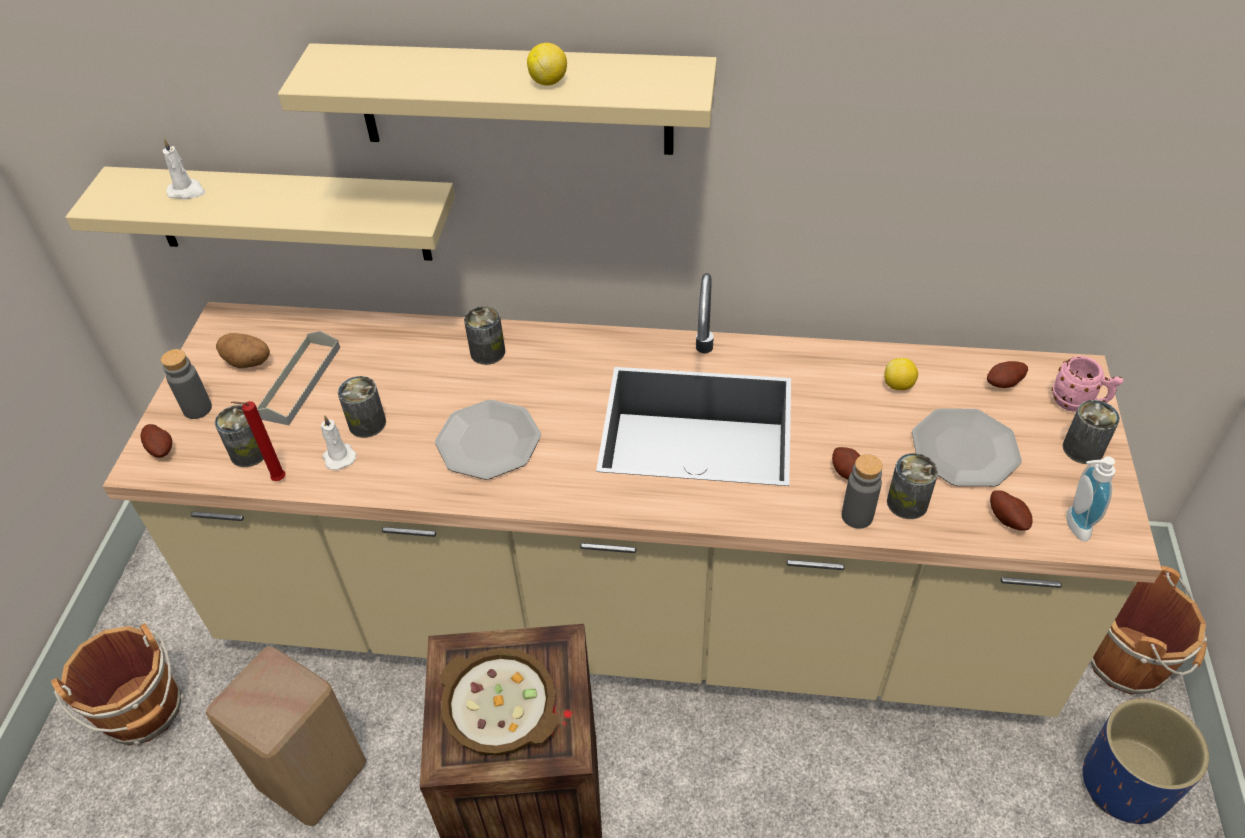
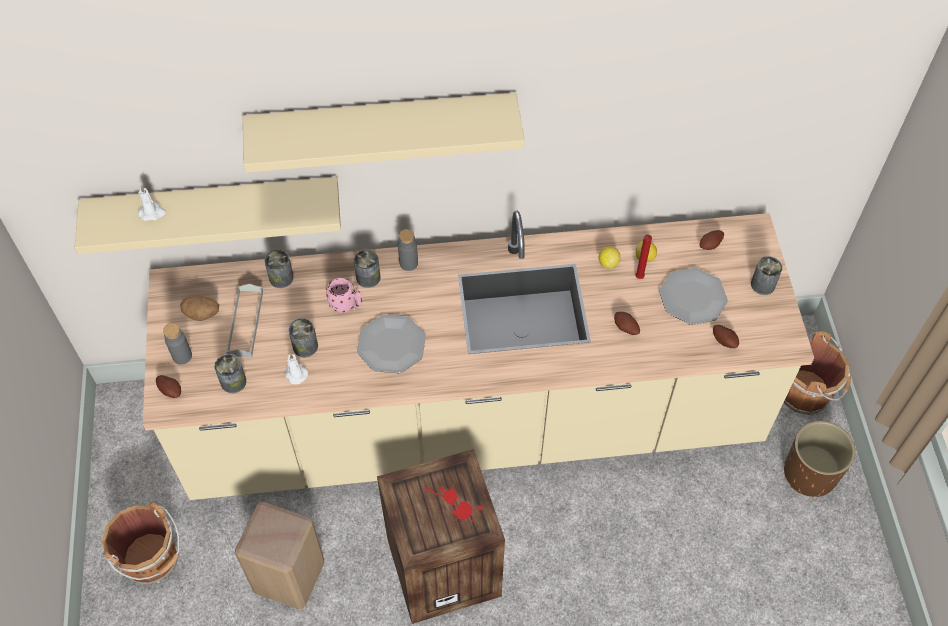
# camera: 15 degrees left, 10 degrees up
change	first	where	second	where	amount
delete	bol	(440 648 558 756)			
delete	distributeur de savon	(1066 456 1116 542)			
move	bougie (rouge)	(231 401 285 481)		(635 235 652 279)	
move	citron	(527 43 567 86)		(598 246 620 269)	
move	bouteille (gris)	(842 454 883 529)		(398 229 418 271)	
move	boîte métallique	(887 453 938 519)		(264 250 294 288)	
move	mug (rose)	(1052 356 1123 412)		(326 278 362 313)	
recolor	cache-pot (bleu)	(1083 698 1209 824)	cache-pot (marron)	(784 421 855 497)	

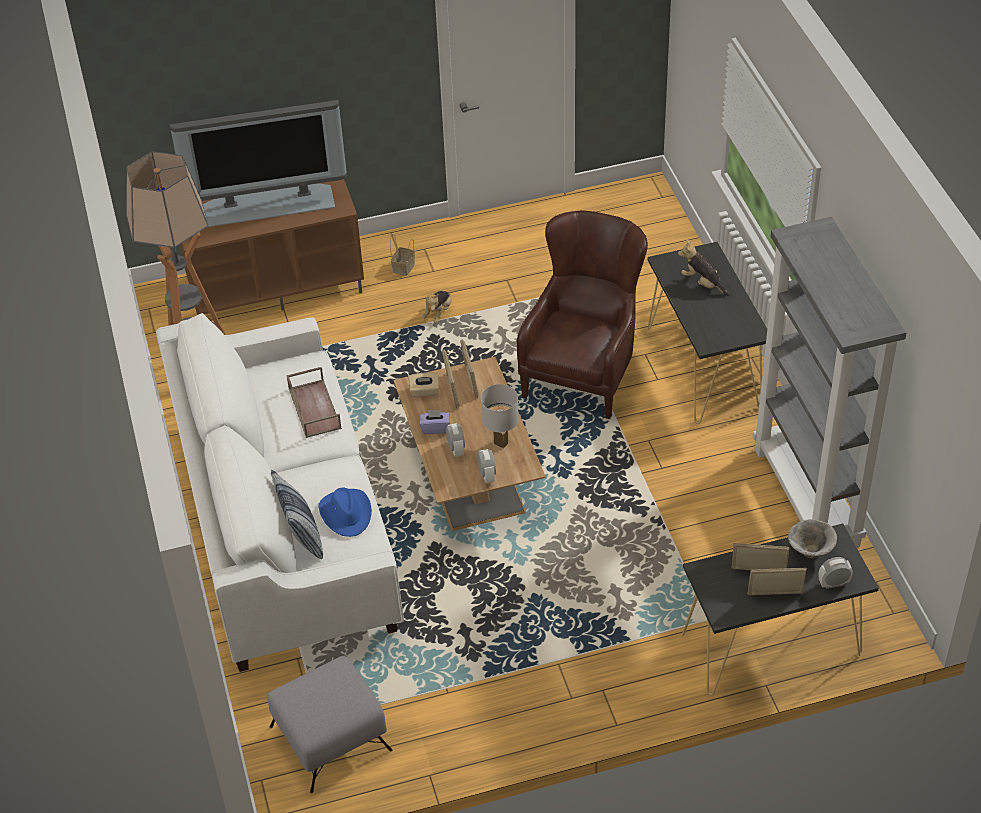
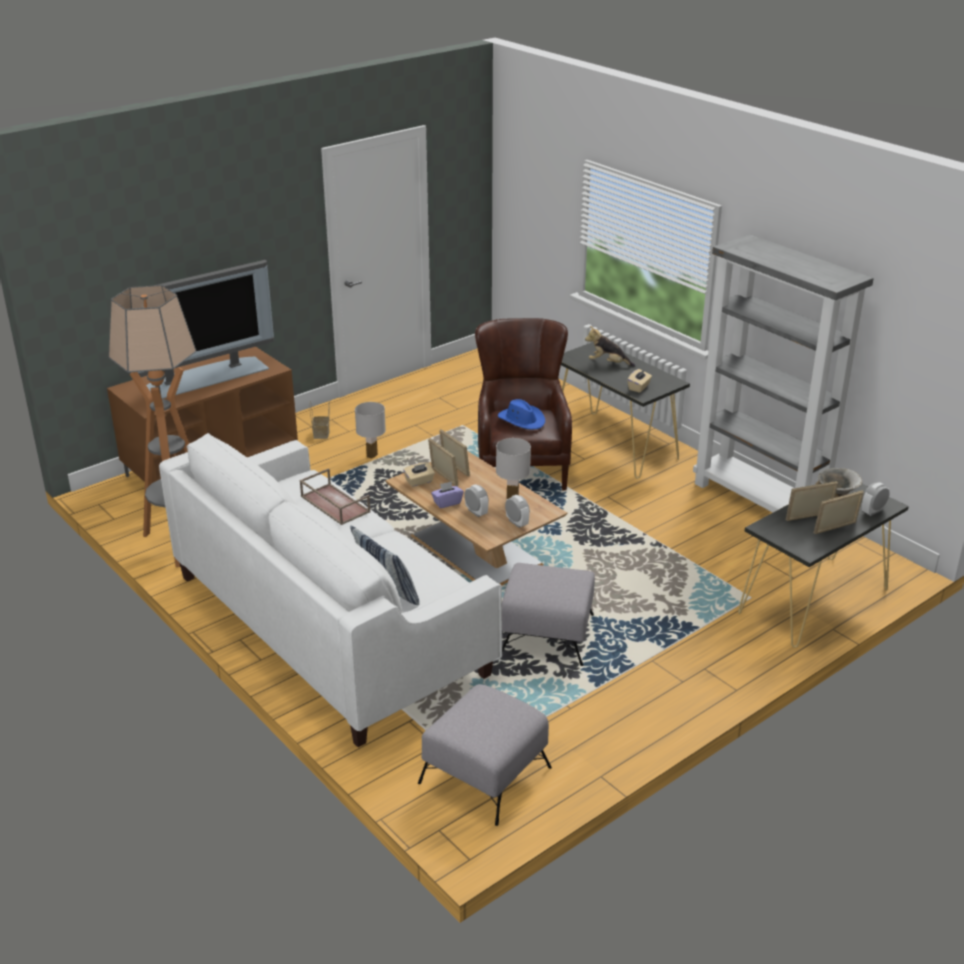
# camera: 25 degrees left, 15 degrees down
change	first	where	second	where	amount
insert			pouf (gris)	(502 563 595 666)	
insert			boîte à mouchoirs (beige)	(628 369 652 393)	
move	chapeau (bleu)	(318 488 372 537)		(498 399 545 430)	
replace	peluche	(422 291 452 323)	lampe de table (blanc)	(355 402 386 459)	

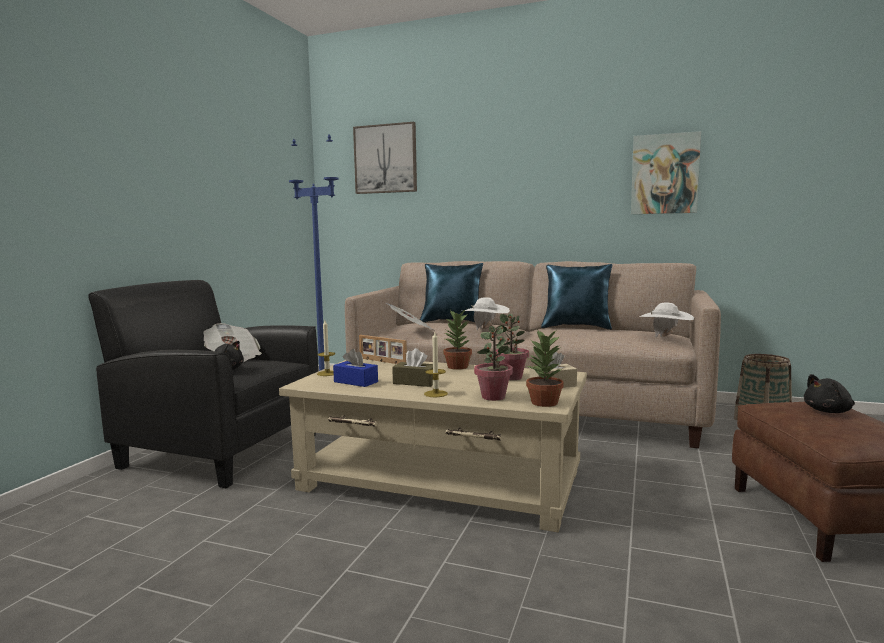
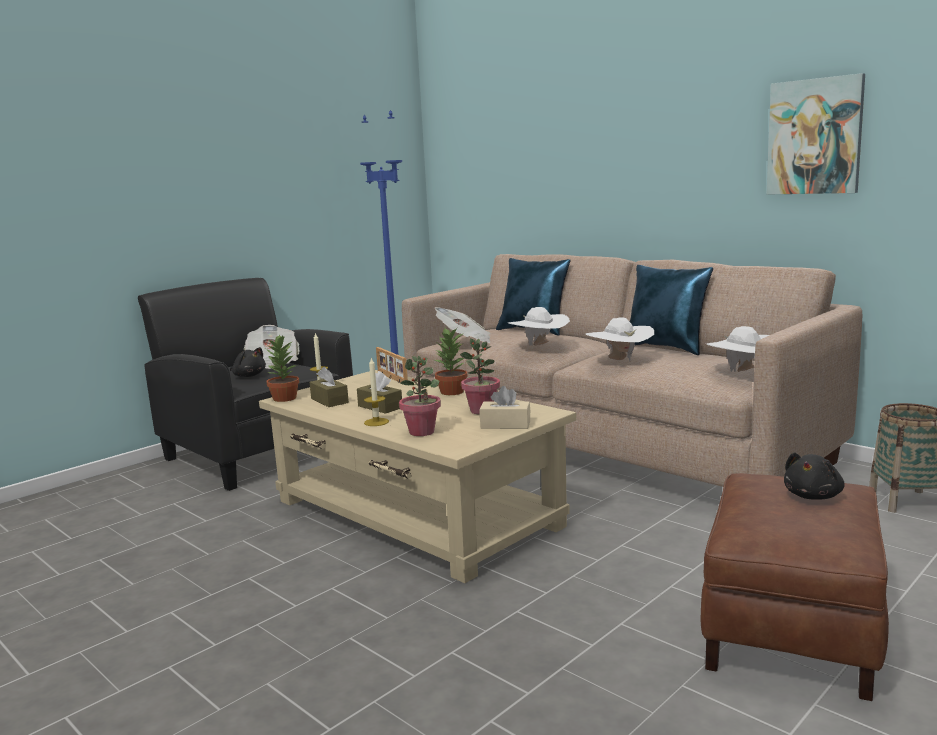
# camera: 25 degrees right, 5 degrees up
change	first	where	second	where	amount
delete	tableau	(353 122 417 194)			
insert			chapeau (blanc)	(586 317 654 361)	
move	plante en pot	(526 329 564 407)		(266 334 300 402)	
recolor	boîte à mouchoirs (bleu)	(333 349 378 387)	boîte à mouchoirs (marron)	(310 367 349 407)	
rotate	peluche (noir)	(804 374 855 413)		(784 452 845 500)	60 degrees counterclockwise

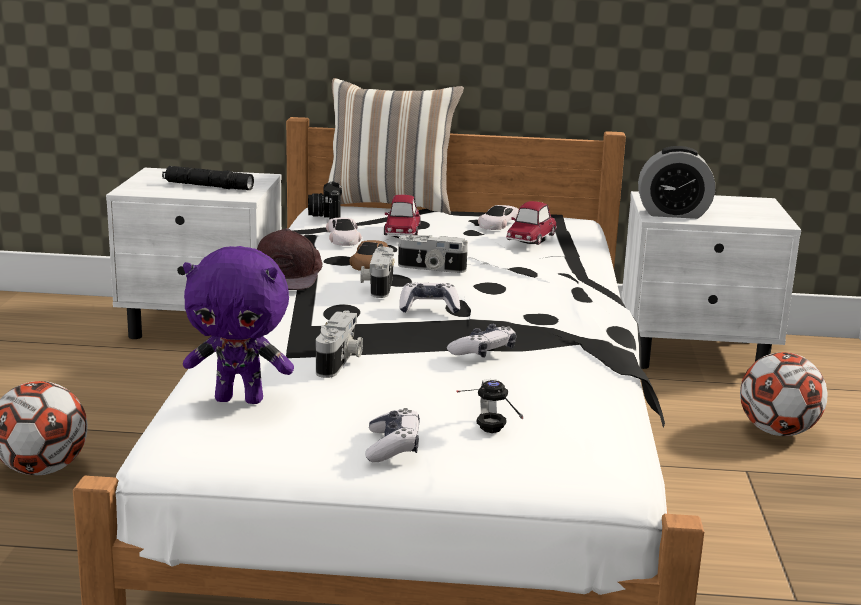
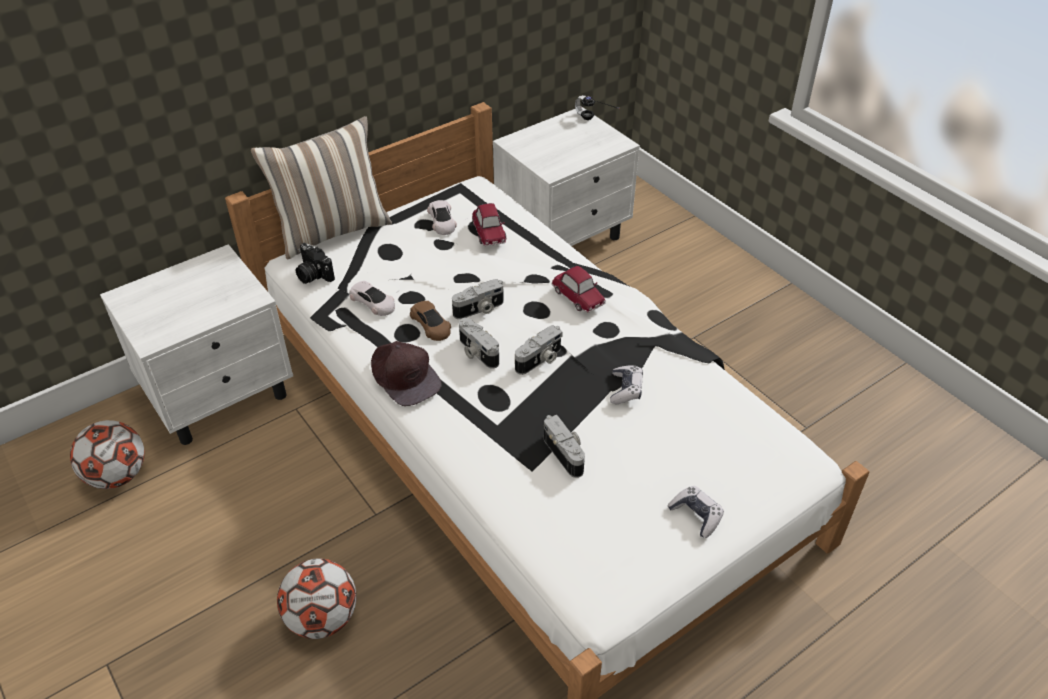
# camera: 40 degrees left, 25 degrees up
change	first	where	second	where	amount
delete	lampe de poche (noir)	(162 166 254 190)			
delete	peluche (violet)	(183 246 294 404)			
delete	réveil	(638 146 715 219)			
move	petite voiture	(384 195 421 235)		(552 266 606 312)	
move	casque audio	(456 379 523 433)		(575 95 620 120)	
move	ballon de foot	(740 352 828 436)		(70 420 144 489)	
replace	manette	(399 282 460 314)	appareil photo	(515 325 563 375)	

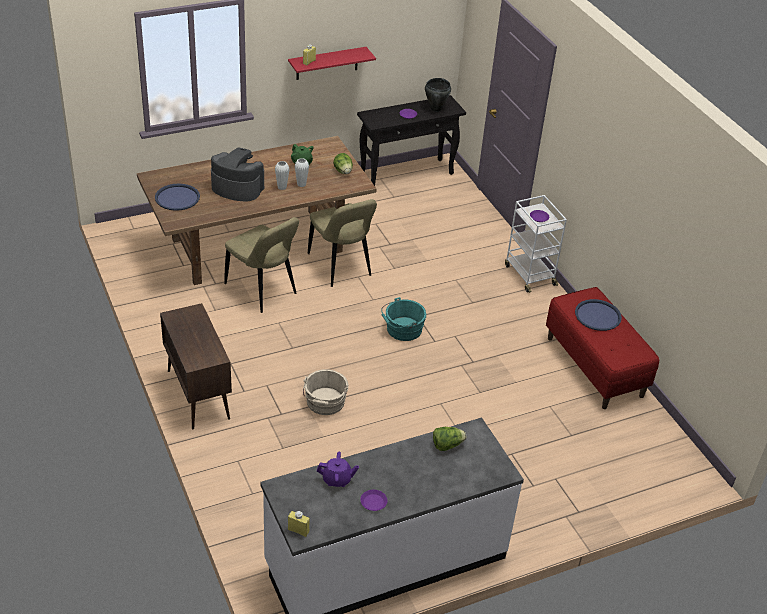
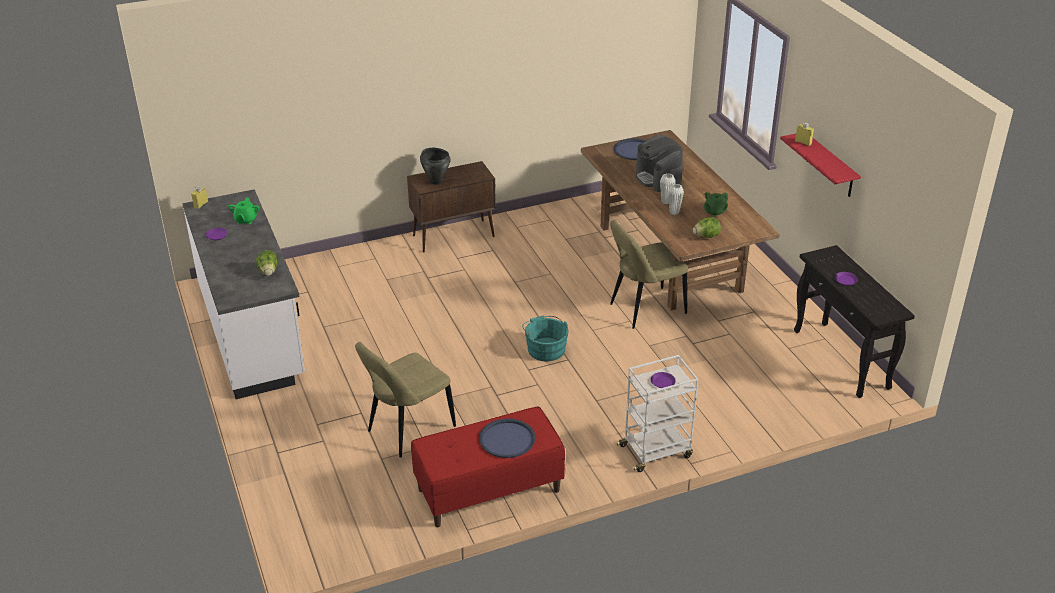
# camera: 95 degrees right, 5 degrees down
change	first	where	second	where	amount
delete	seau (beige)	(303 369 348 415)			
move	chaise (beige)	(224 217 299 313)		(355 342 456 457)	
move	marmite (noir)	(425 78 451 112)		(420 148 451 185)	
recolor	théière (violet)	(317 452 359 487)	théière (vert)	(228 198 259 224)	
rotate	machine à café	(211 148 264 201)		(635 135 683 192)	135 degrees clockwise

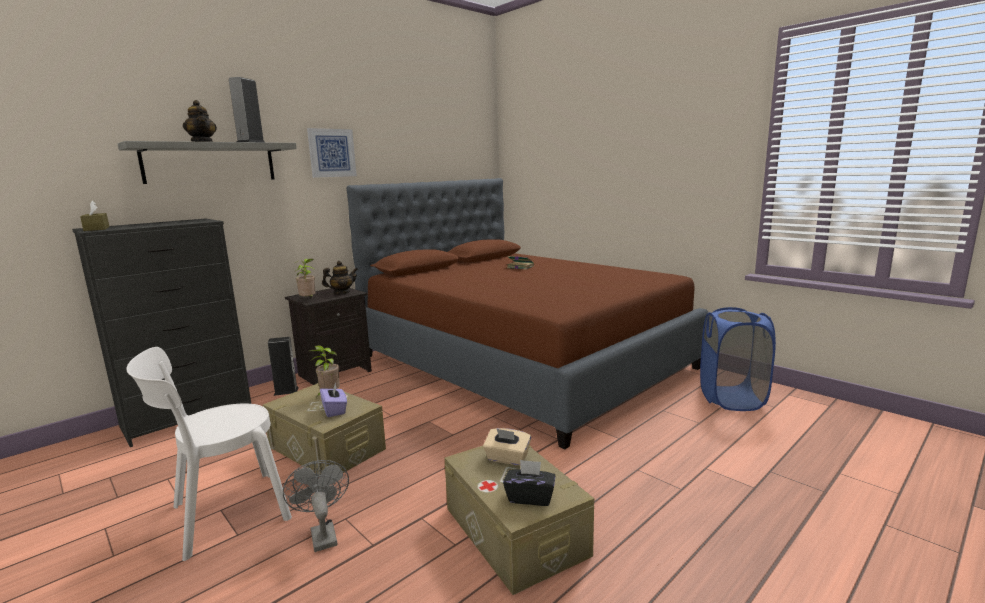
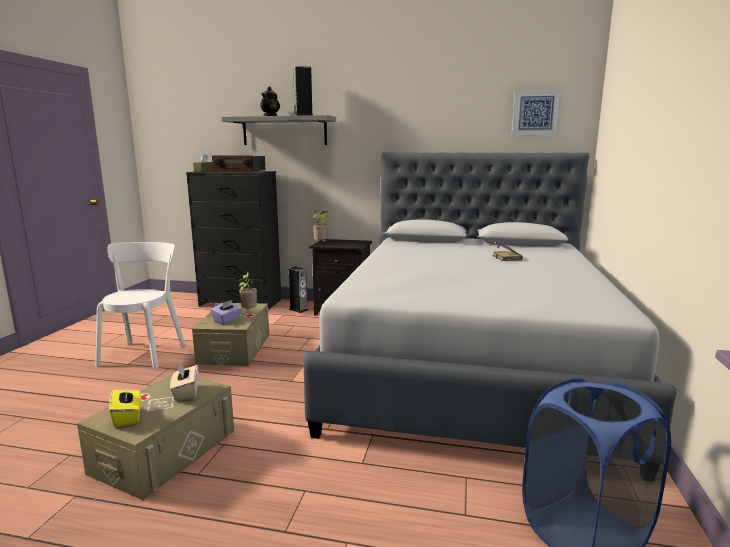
# camera: 55 degrees right, 0 degrees up
change	first	where	second	where	amount
delete	ventilateur (gris)	(283 460 349 552)			
delete	théière	(322 261 358 294)			
insert			radio	(212 155 265 172)	
move	tableau	(307 128 357 178)		(512 89 562 136)	
recolor	lit (marron)	(346 178 708 449)	lit (gris)	(303 152 677 448)	
recolor	boîte à mouchoirs (noir)	(503 460 555 506)	boîte à mouchoirs (jaune)	(109 384 141 427)	
rotate	chaise (blanc)	(126 347 292 561)		(96 242 185 369)	75 degrees clockwise

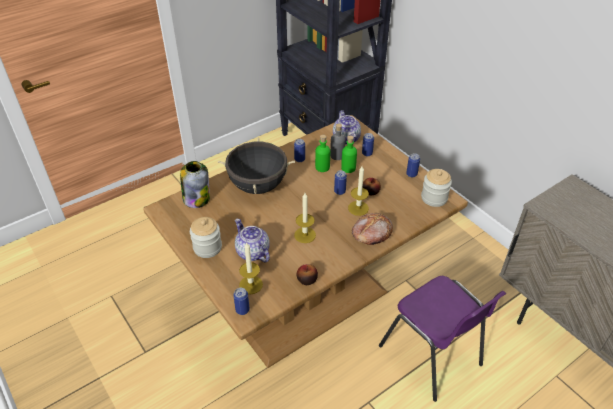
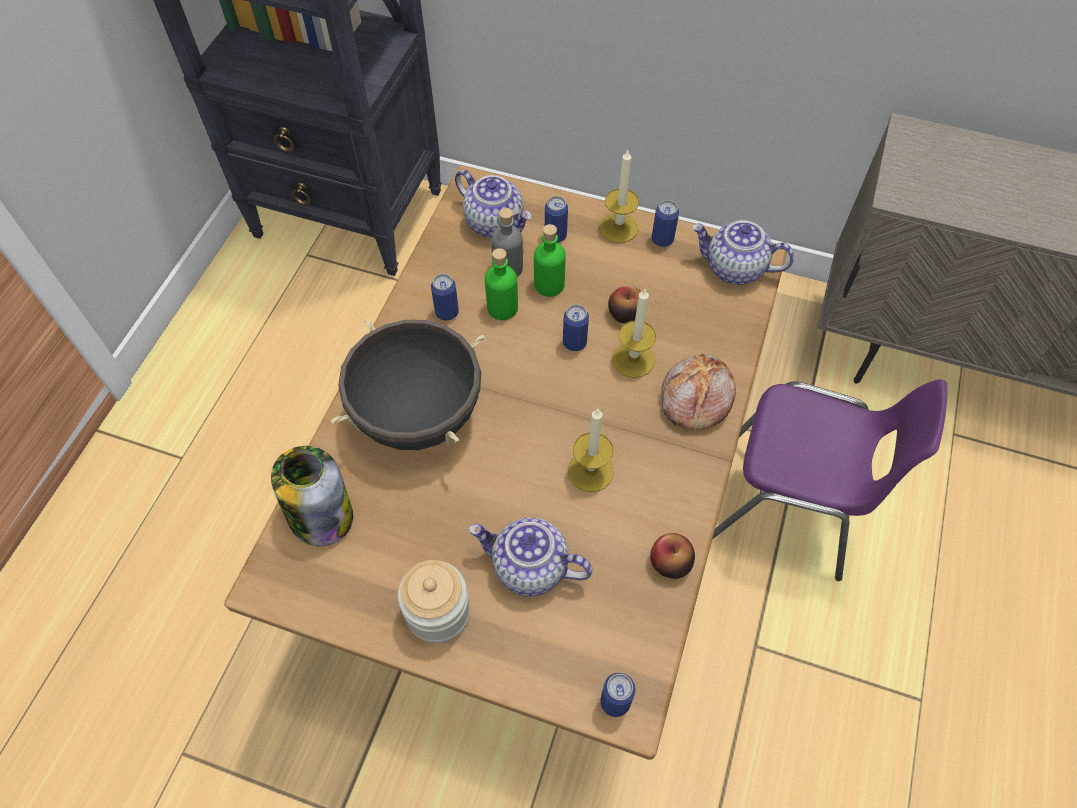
# camera: 35 degrees left, 15 degrees up
change	first	where	second	where	amount
move	bougie	(239 243 263 294)		(600 150 639 243)	
replace	bocal	(421 169 452 207)	théière	(692 221 794 285)	

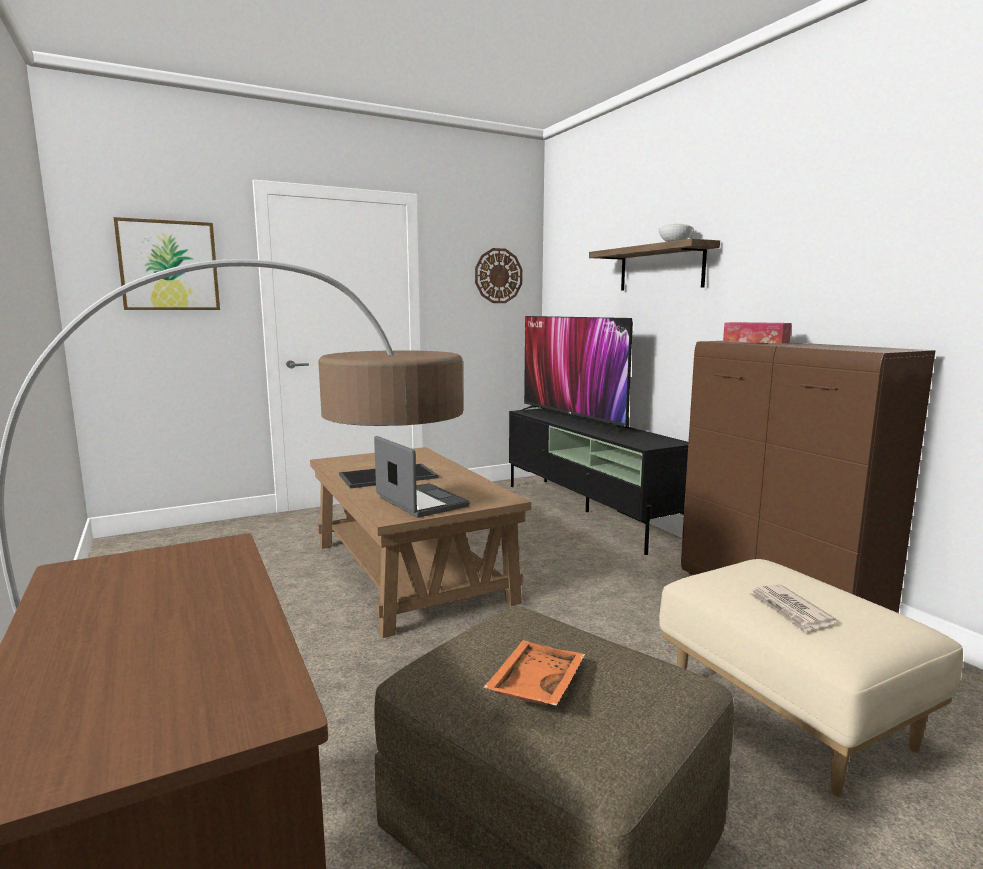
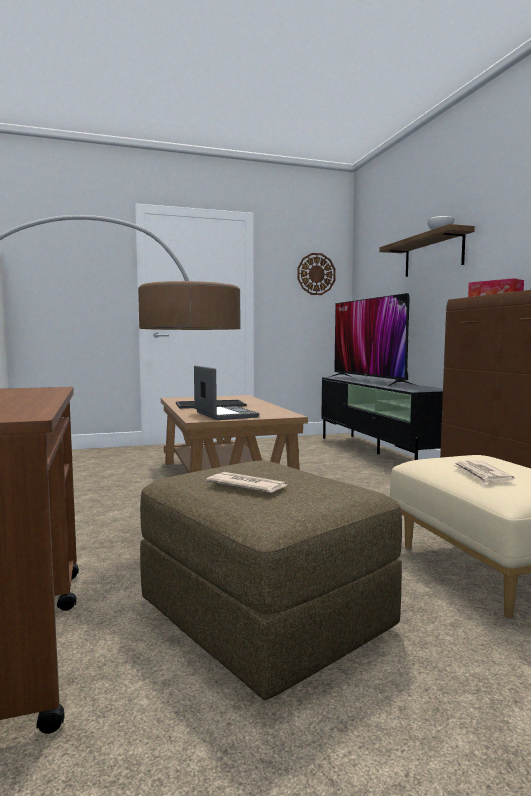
# camera: 10 degrees right, 5 degrees down
change	first	where	second	where	amount
delete	tableau	(113 217 220 310)			
replace	plateau (orange)	(483 640 585 706)	journal	(206 472 288 493)	

